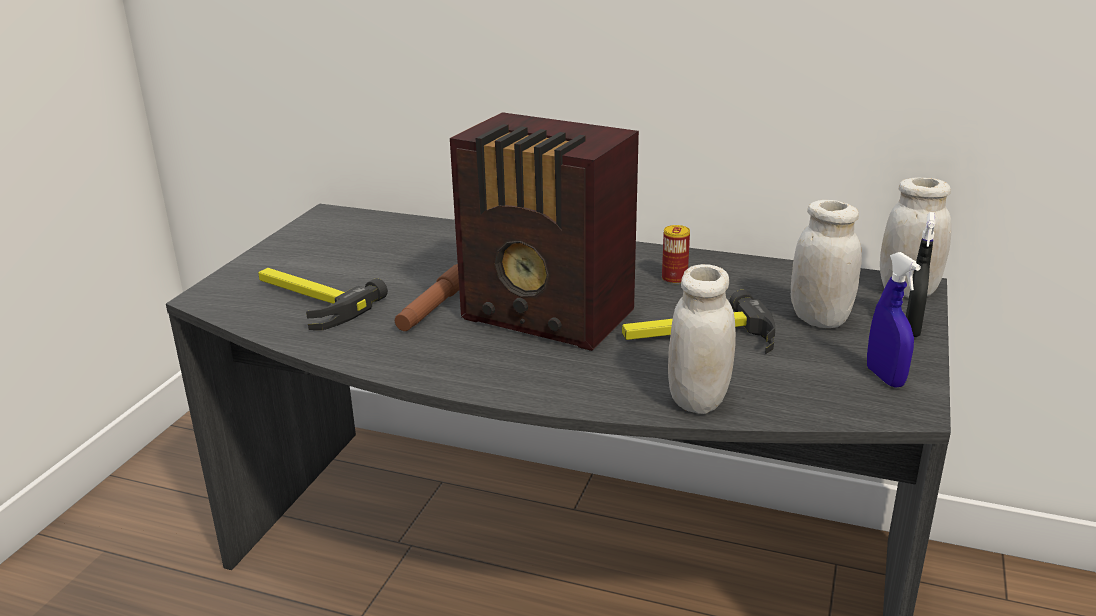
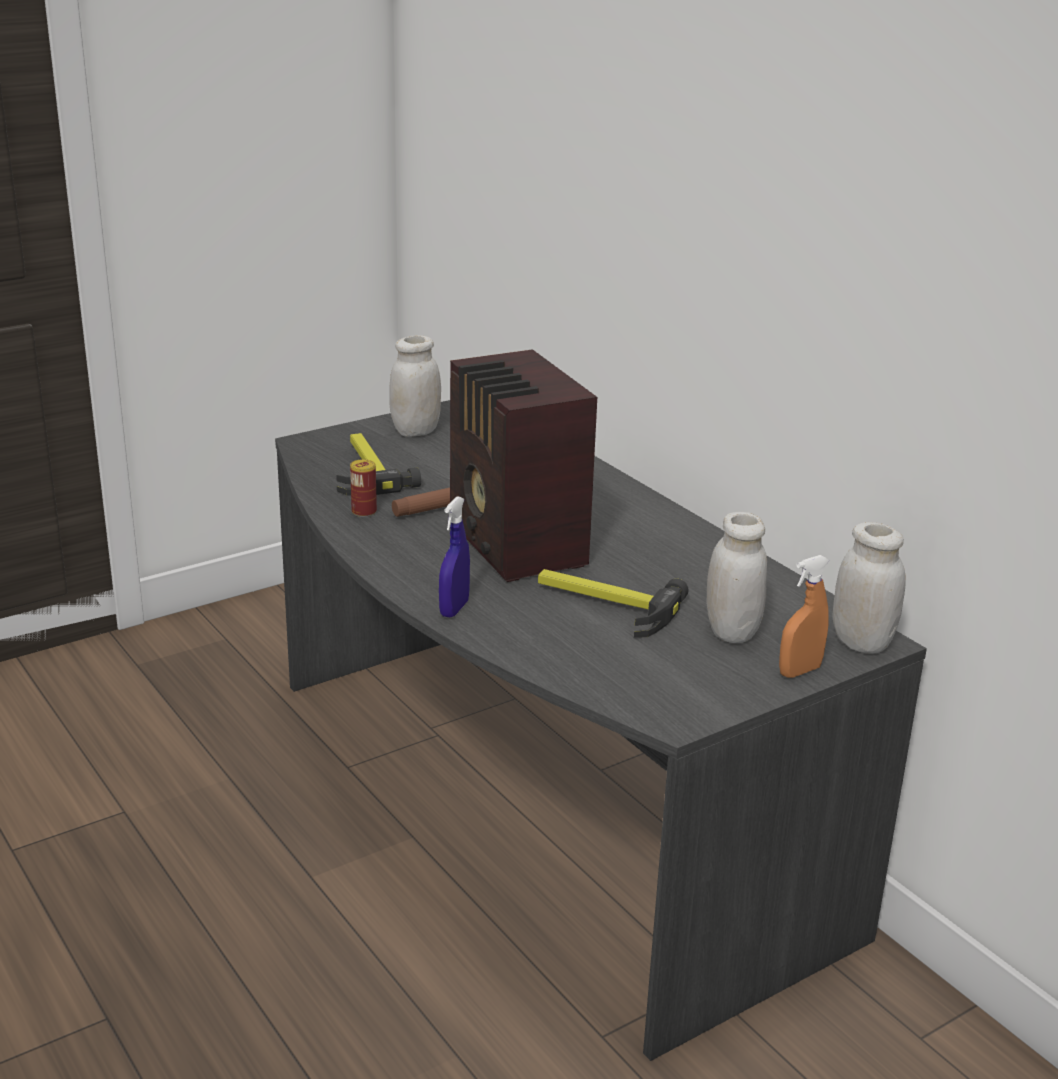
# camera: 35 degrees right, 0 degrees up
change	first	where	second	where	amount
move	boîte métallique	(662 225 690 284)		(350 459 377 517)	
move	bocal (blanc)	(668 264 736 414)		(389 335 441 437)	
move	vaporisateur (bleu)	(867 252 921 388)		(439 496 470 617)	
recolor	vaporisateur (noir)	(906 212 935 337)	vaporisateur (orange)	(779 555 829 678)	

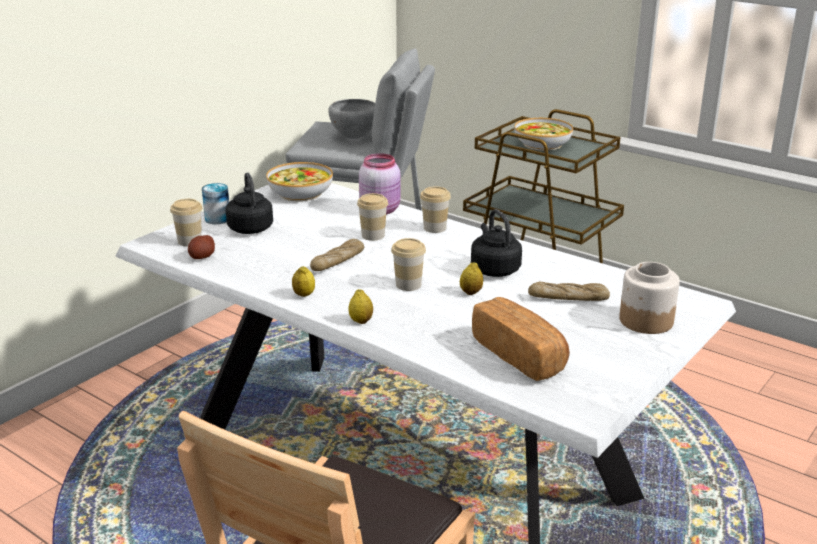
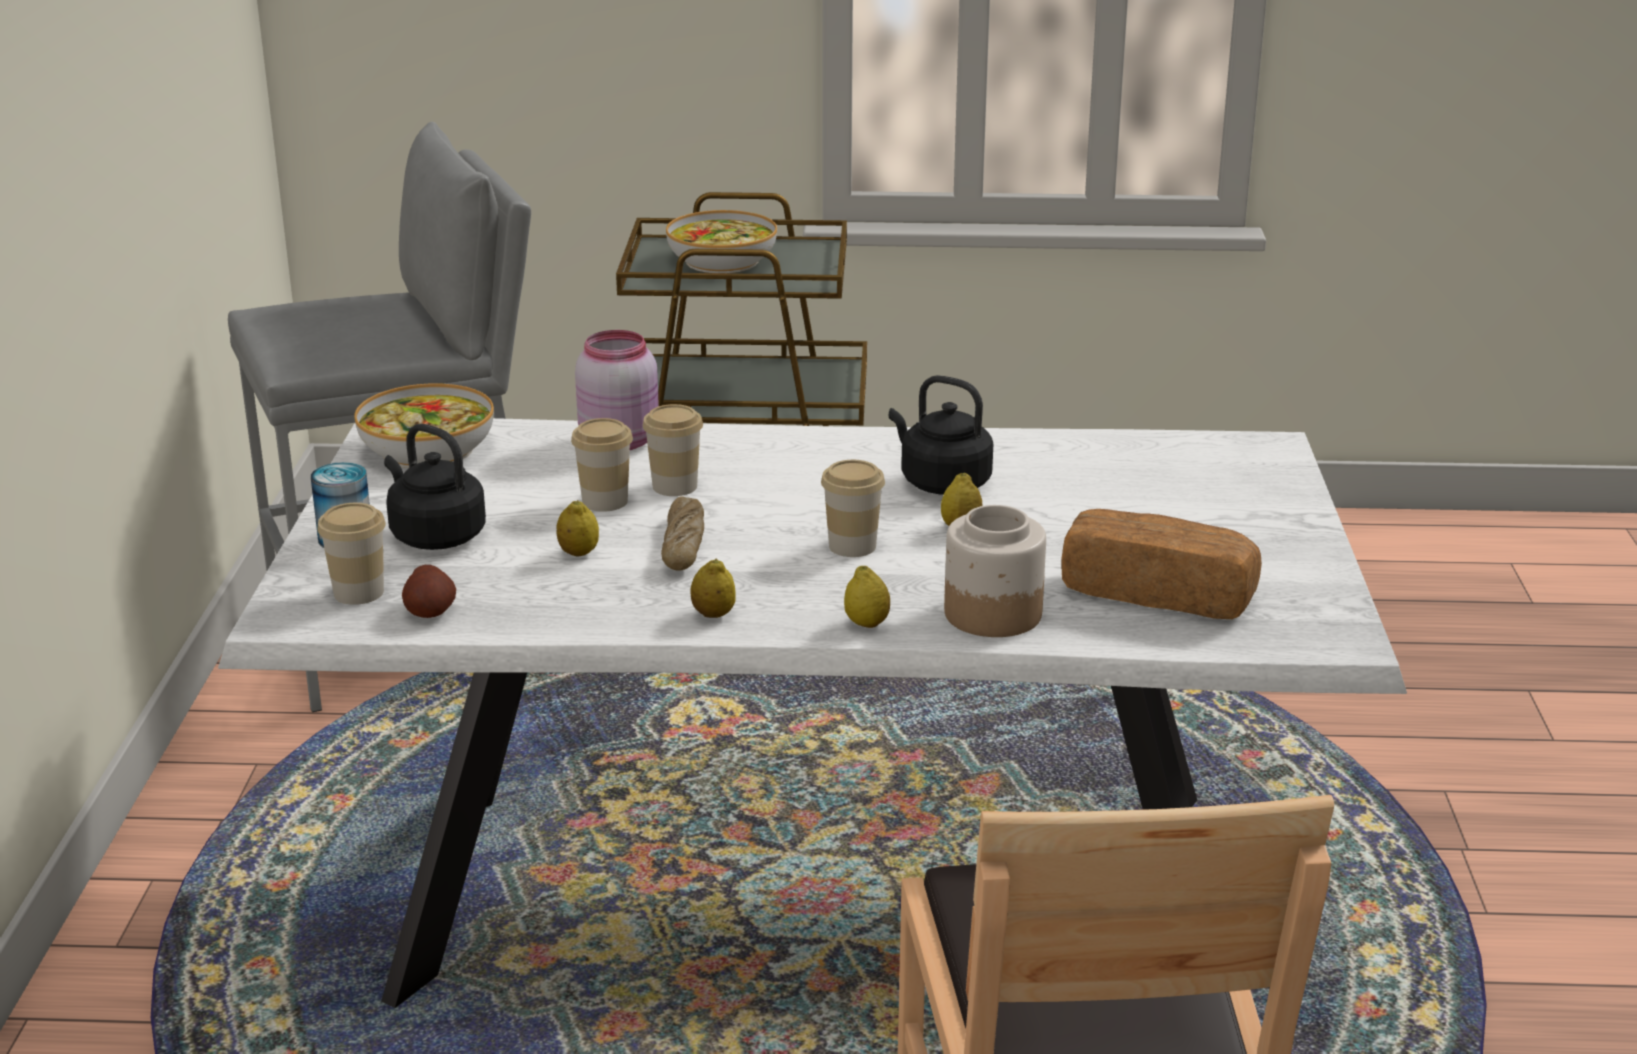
# camera: 35 degrees left, 0 degrees up
change	first	where	second	where	amount
delete	bol (gris)	(328 99 375 139)			
delete	pain	(528 282 610 301)			
insert			citron	(557 500 599 557)	
move	tasse	(420 187 451 233)		(571 418 633 512)	
move	bocal	(619 262 680 334)		(944 505 1046 637)	

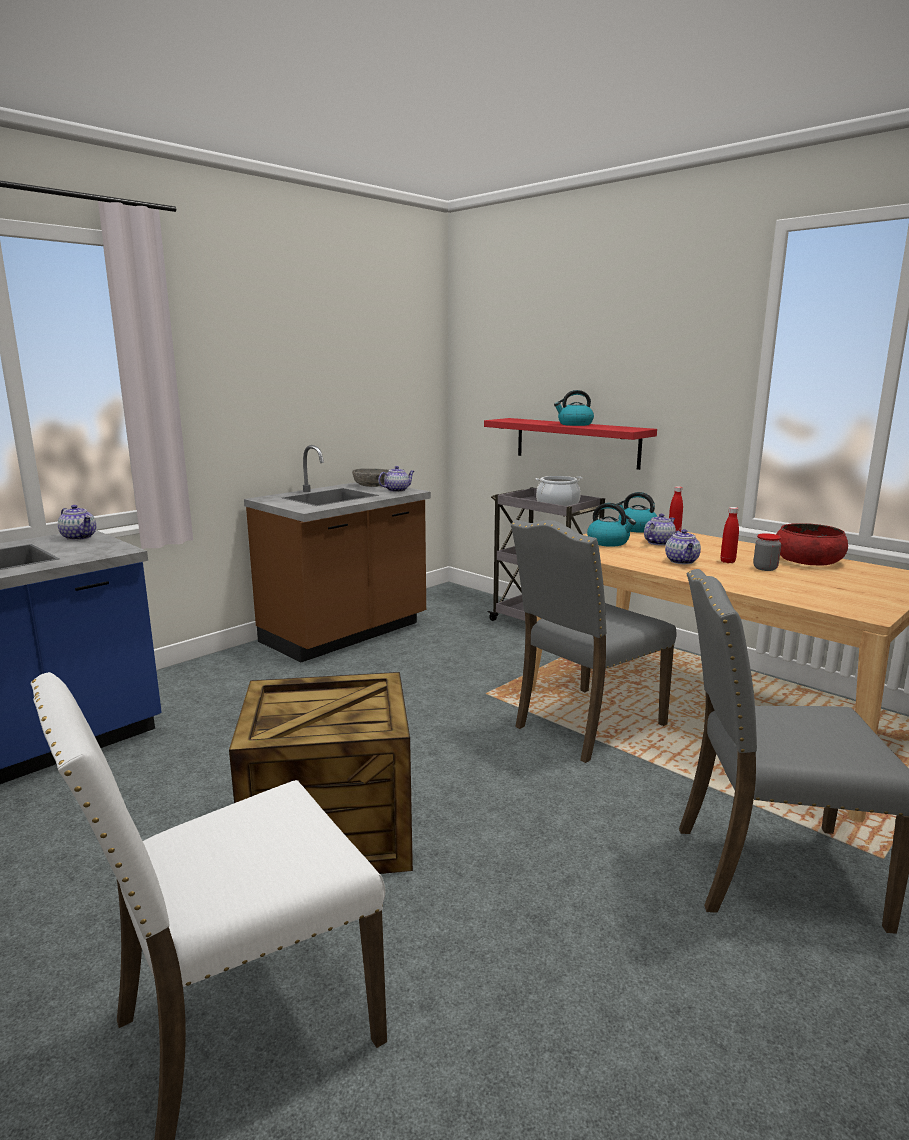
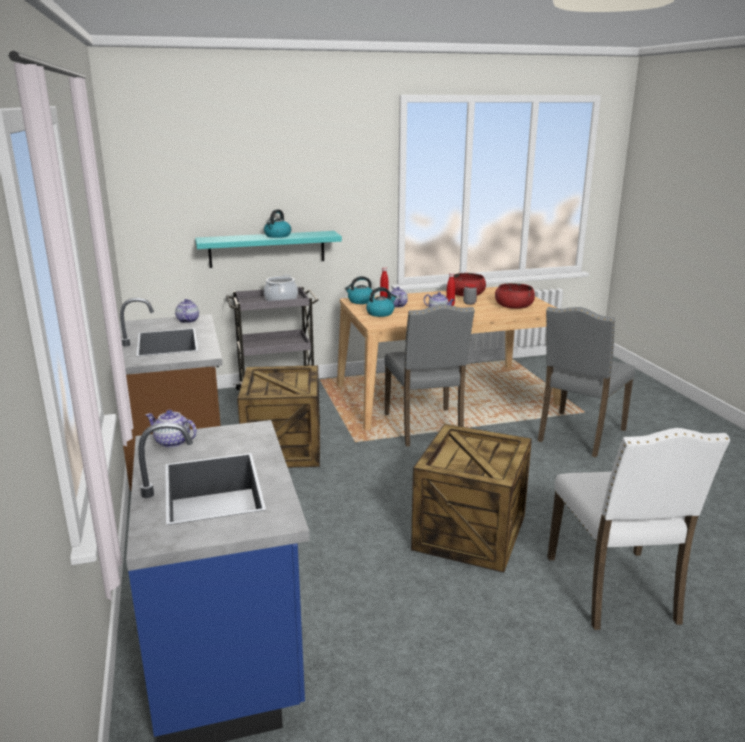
# camera: 60 degrees left, 5 degrees up
change	first	where	second	where	amount
delete	bol (gris)	(352 468 389 487)			
insert			caisse	(237 365 320 468)	
insert			bol (rouge)	(495 283 535 309)	
recolor	étagère (rouge)	(484 418 657 470)	étagère (turquoise)	(195 231 342 268)	
rotate	théière	(58 505 96 540)		(145 410 197 448)	135 degrees counterclockwise

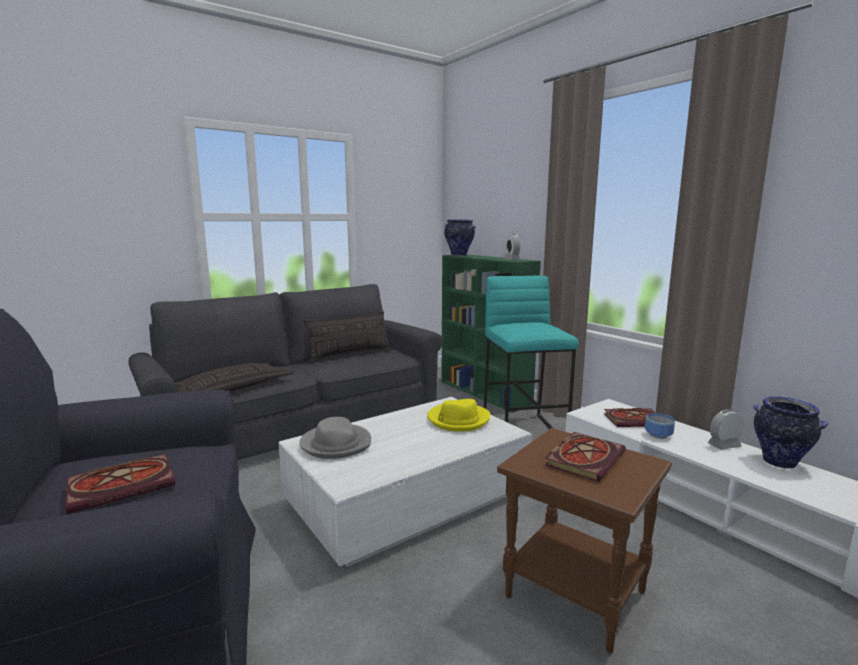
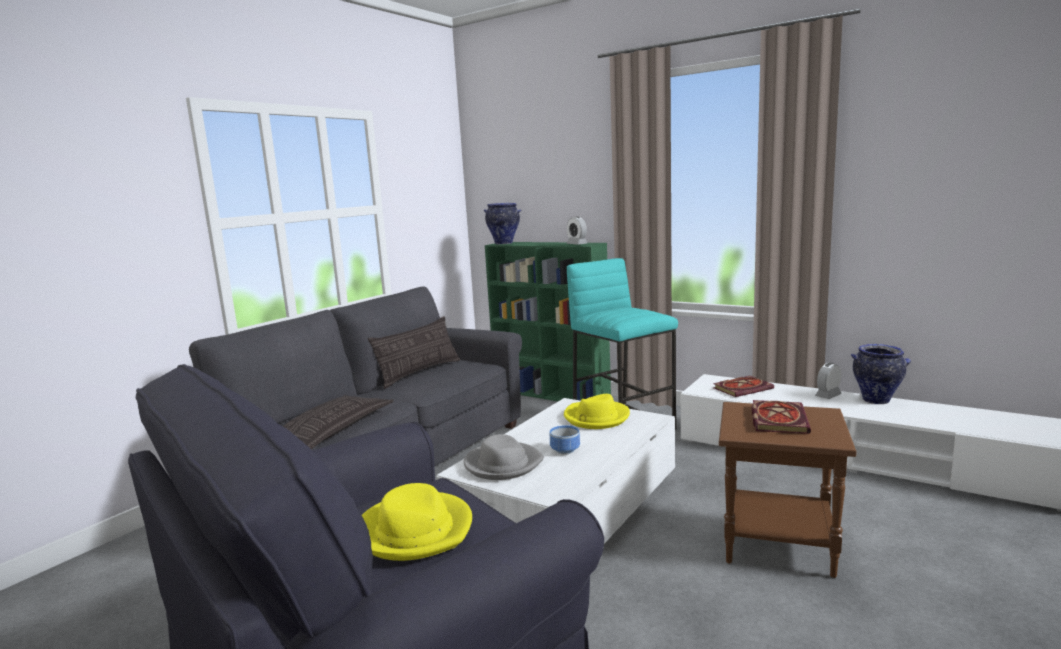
# camera: 20 degrees left, 0 degrees up
change	first	where	second	where	amount
move	bol	(645 413 675 439)		(550 425 580 455)	
replace	livre	(66 454 175 514)	chapeau (jaune)	(362 483 472 561)	

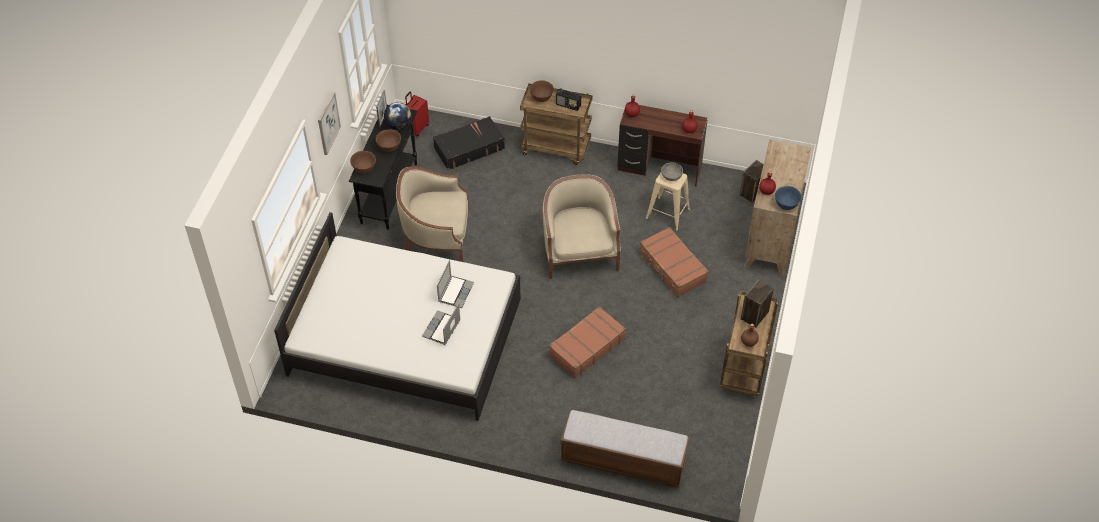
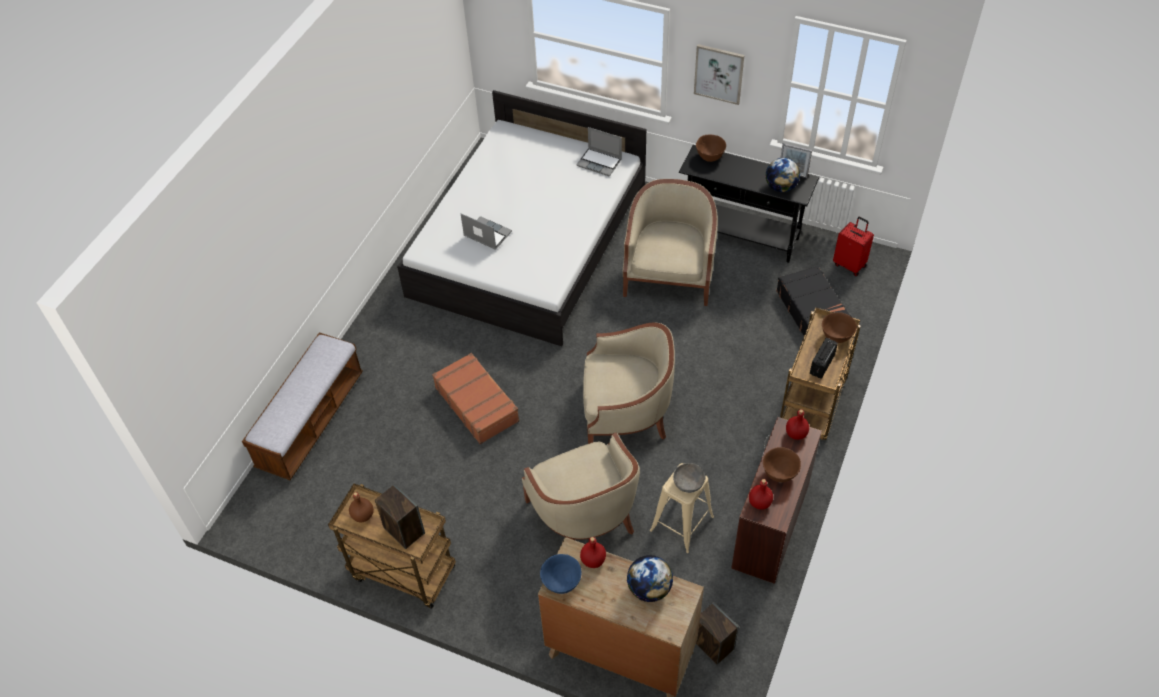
# camera: 100 degrees right, 0 degrees up
change	first	where	second	where	amount
insert			globe	(627 555 673 602)	
move	bol (marron)	(376 129 401 152)		(763 447 801 482)	
move	ordinateur portable	(437 260 474 308)		(576 127 622 177)	
replace	valise (marron)	(639 227 709 297)	fauteuil (beige)	(522 433 640 540)	

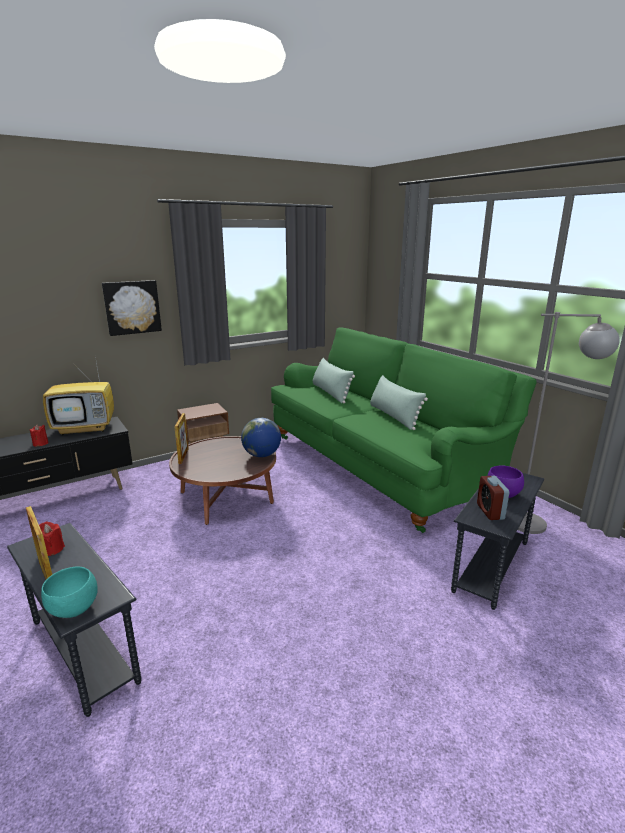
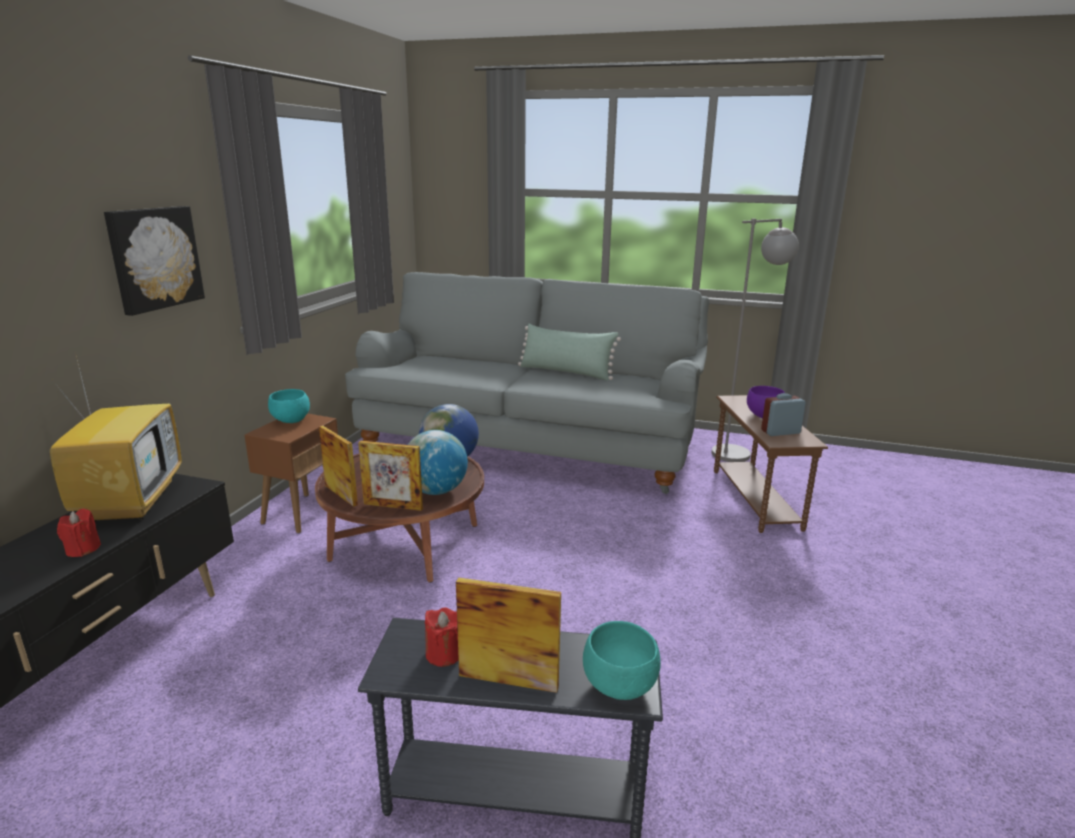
# camera: 40 degrees left, 0 degrees up
change	first	where	second	where	amount
delete	coussin (vert)	(313 358 355 403)			
insert			bol (turquoise)	(268 389 310 423)	
insert			cadre photo	(358 441 423 511)	
insert			globe	(408 430 468 495)	
recolor	canapé (vert)	(271 327 537 533)	canapé (gris)	(345 272 709 494)	
recolor	table d'appoint (gris)	(451 473 544 610)	table d'appoint (marron)	(714 395 828 533)	
rotate	téléviseur	(43 351 114 435)		(50 352 182 522)	45 degrees counterclockwise
rotate	réveil	(477 476 509 520)		(761 393 806 436)	120 degrees clockwise

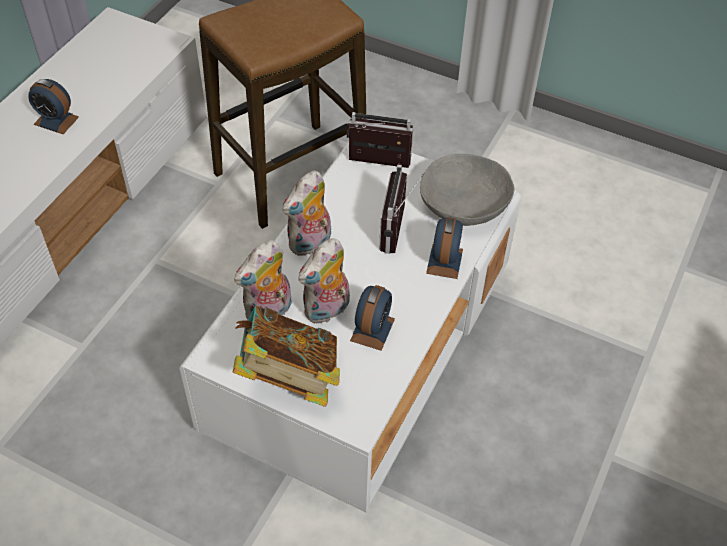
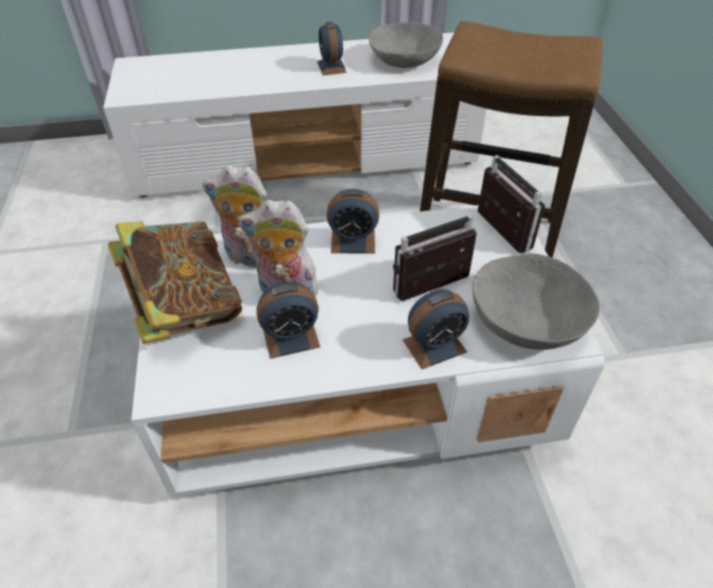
# camera: 55 degrees right, 5 degrees down
change	first	where	second	where	amount
insert			bol (gris)	(369 22 443 68)	
replace	peluche	(283 171 331 257)	réveil	(327 189 379 253)	

